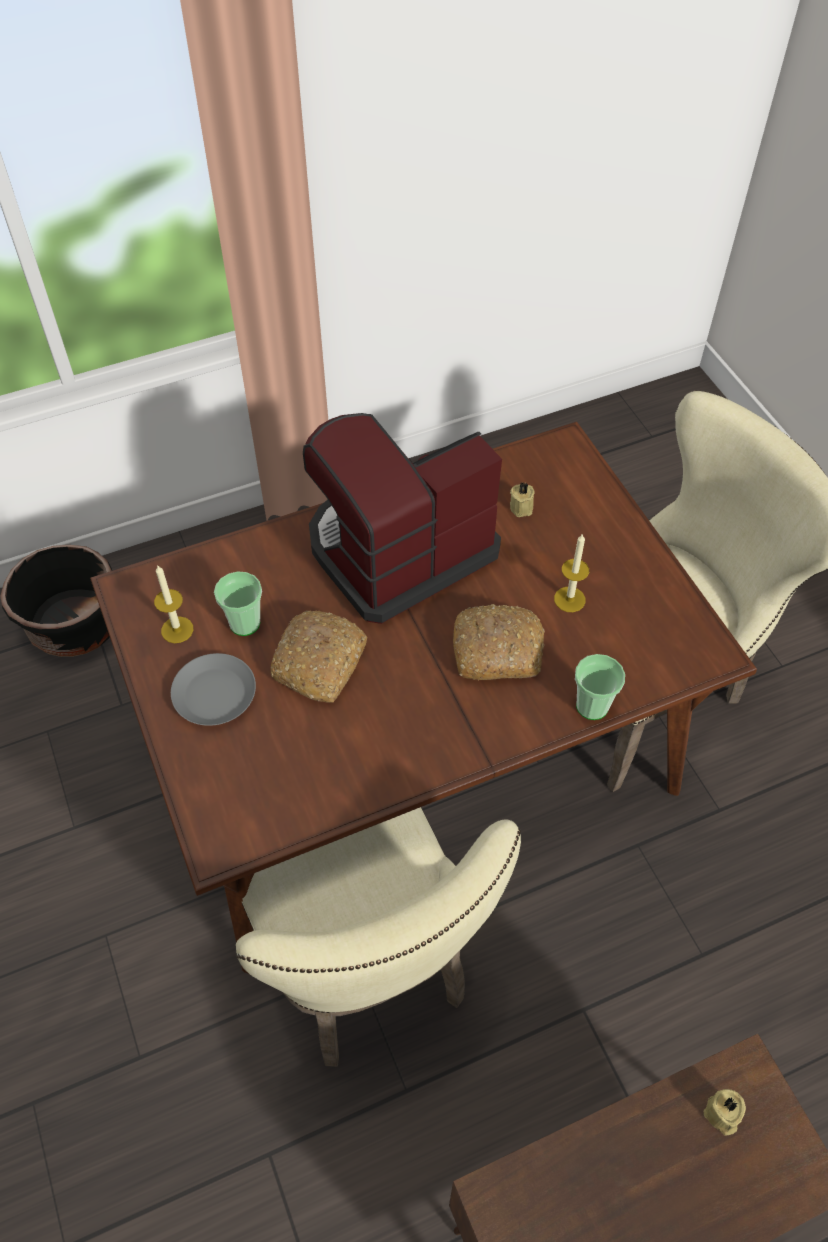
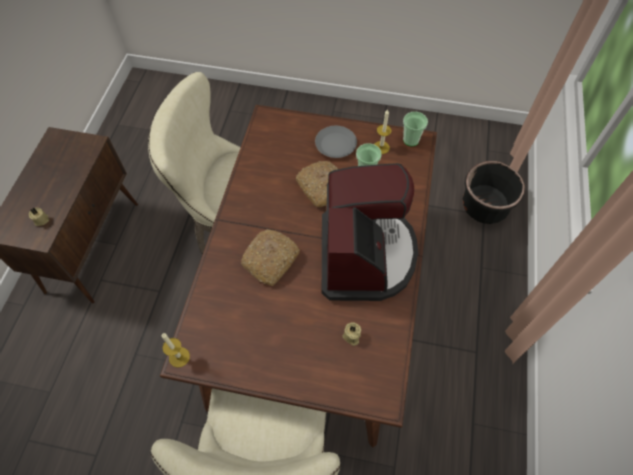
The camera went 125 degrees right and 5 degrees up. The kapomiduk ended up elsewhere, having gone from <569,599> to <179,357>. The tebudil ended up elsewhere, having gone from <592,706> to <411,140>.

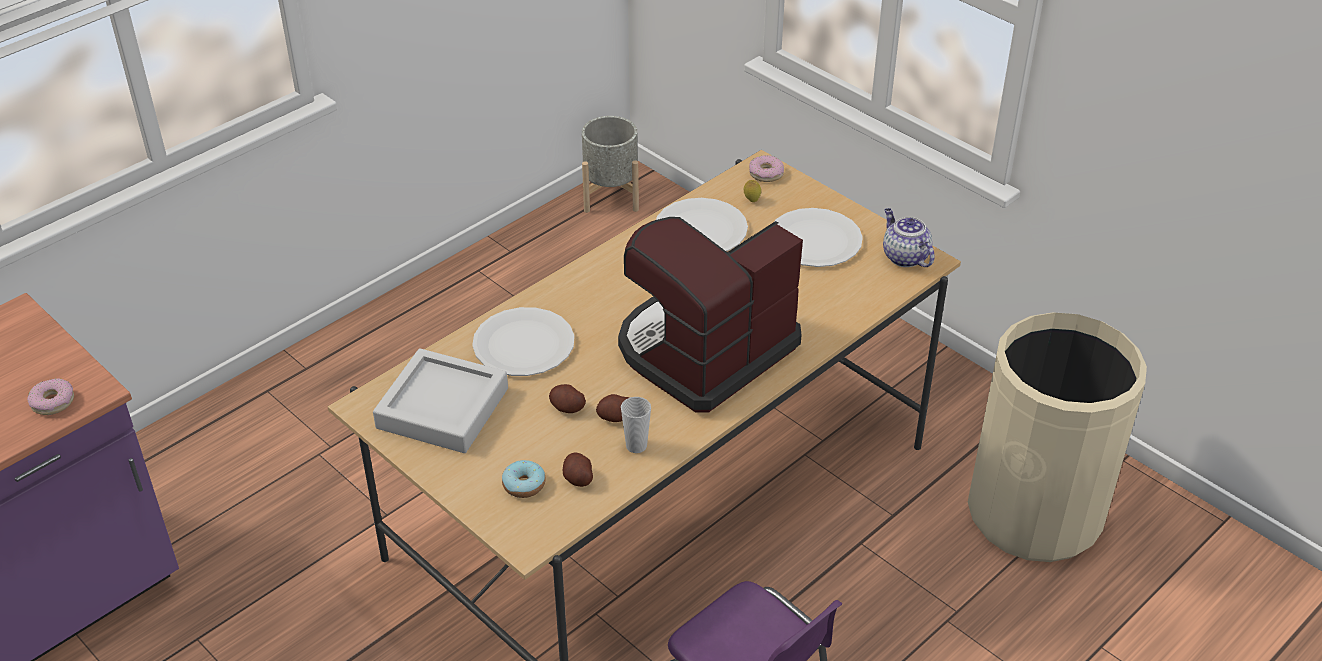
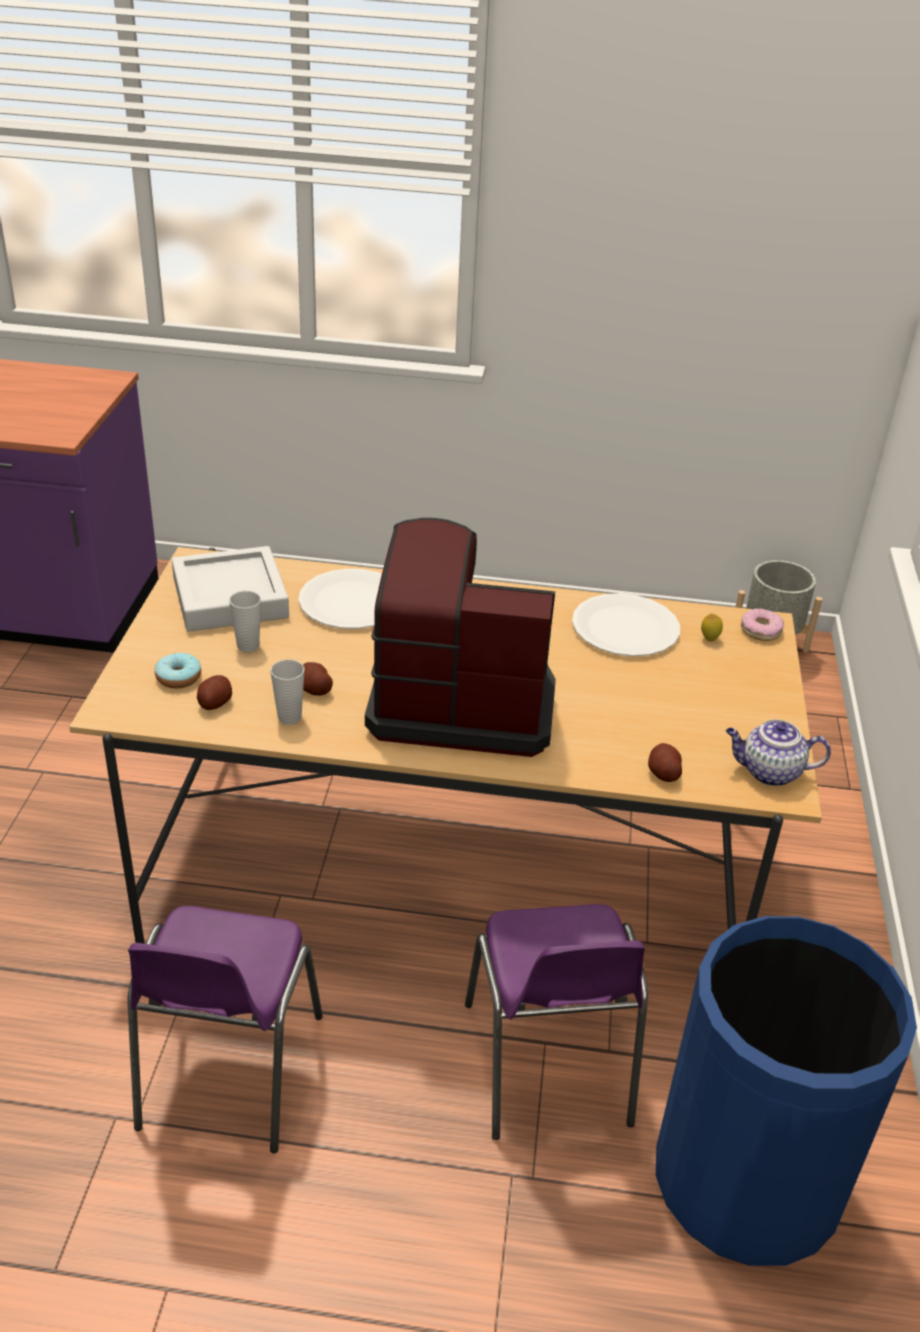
The camera went 50 degrees right and 5 degrees down. The second view lost the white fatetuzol at <815,240>. The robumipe at <904,257> ended up facing another way, 105 degrees counterclockwise from before. What was the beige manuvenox at <1034,513> turned into the blue manuvenox at <746,1182>. The second view lost the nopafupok at <53,402>. The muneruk ended up elsewhere, having gone from <567,407> to <663,773>. The second view gained the tebudil at <248,646>. The second view gained the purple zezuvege at <548,1067>.

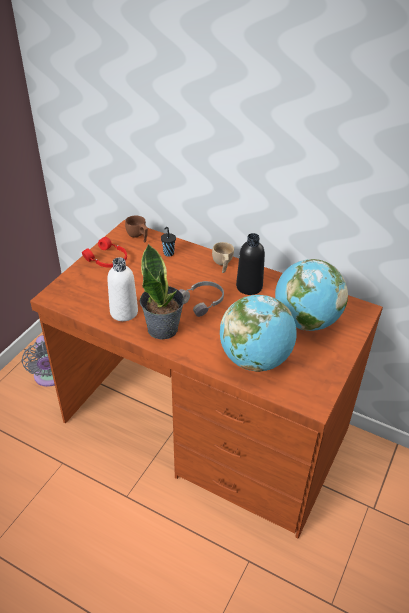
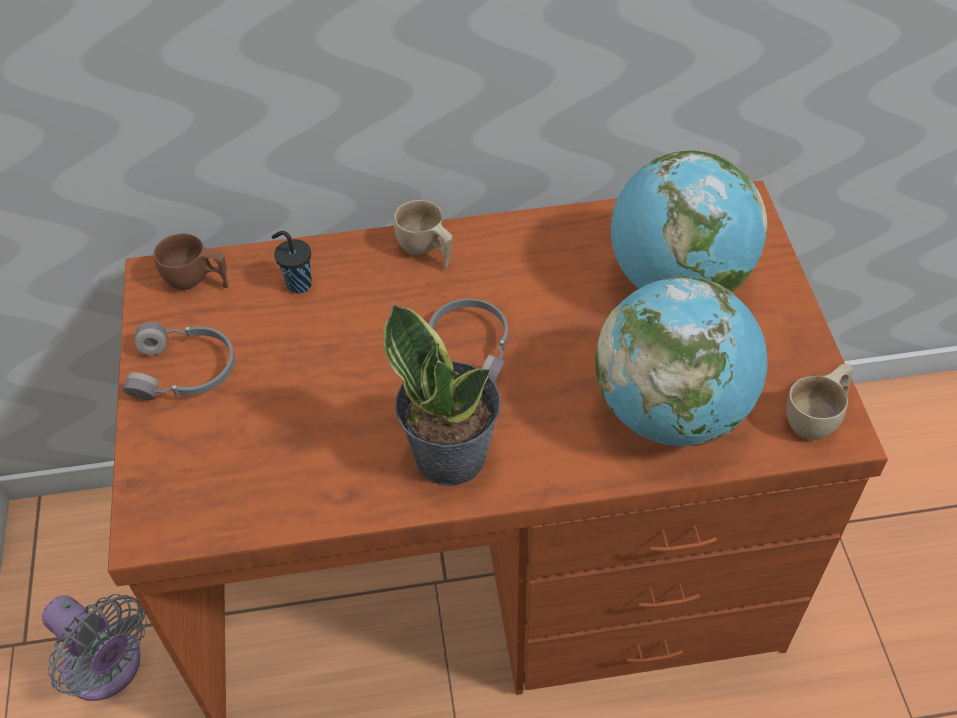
The camera went 35 degrees left and 10 degrees up. The second view lost the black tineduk at <249,287>. What was the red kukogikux at <107,260> turned into the grey kukogikux at <185,372>. The second view lost the white tineduk at <124,312>. The second view gained the beige tebudil at <818,417>.

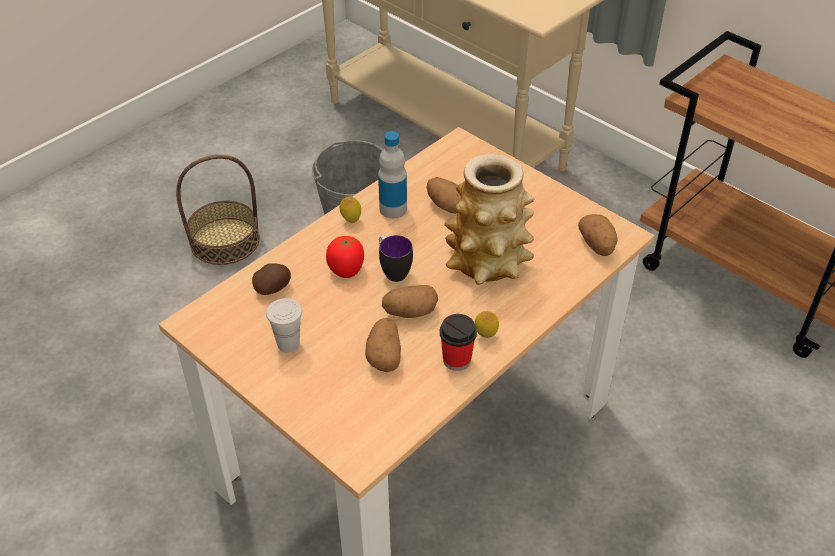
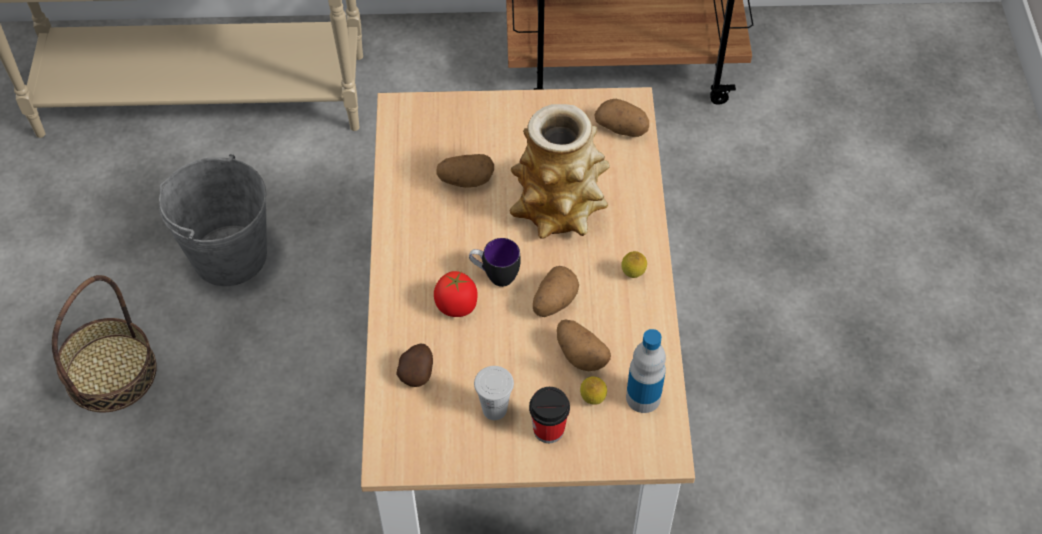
The camera went 45 degrees left and 10 degrees up. The tineduk ended up elsewhere, having gone from <393,209> to <643,397>. The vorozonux ended up elsewhere, having gone from <351,220> to <592,400>. The tebudil ended up elsewhere, having gone from <456,360> to <548,429>.

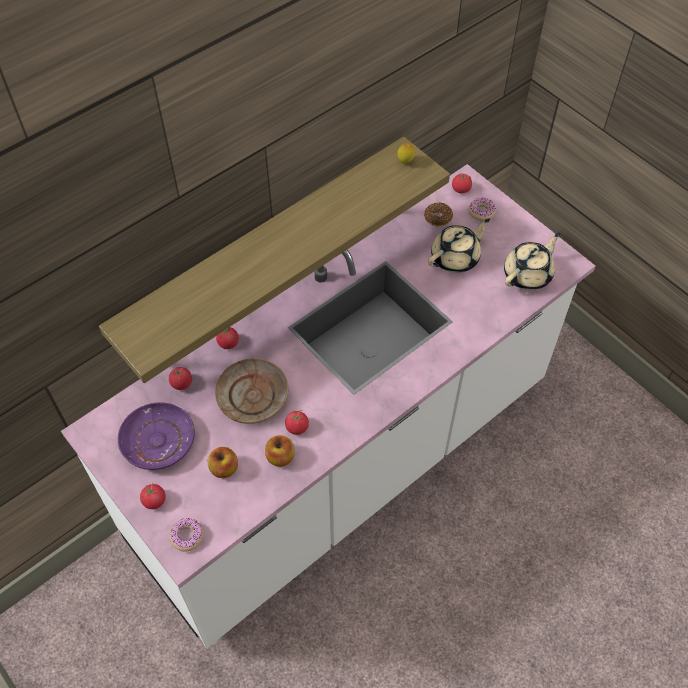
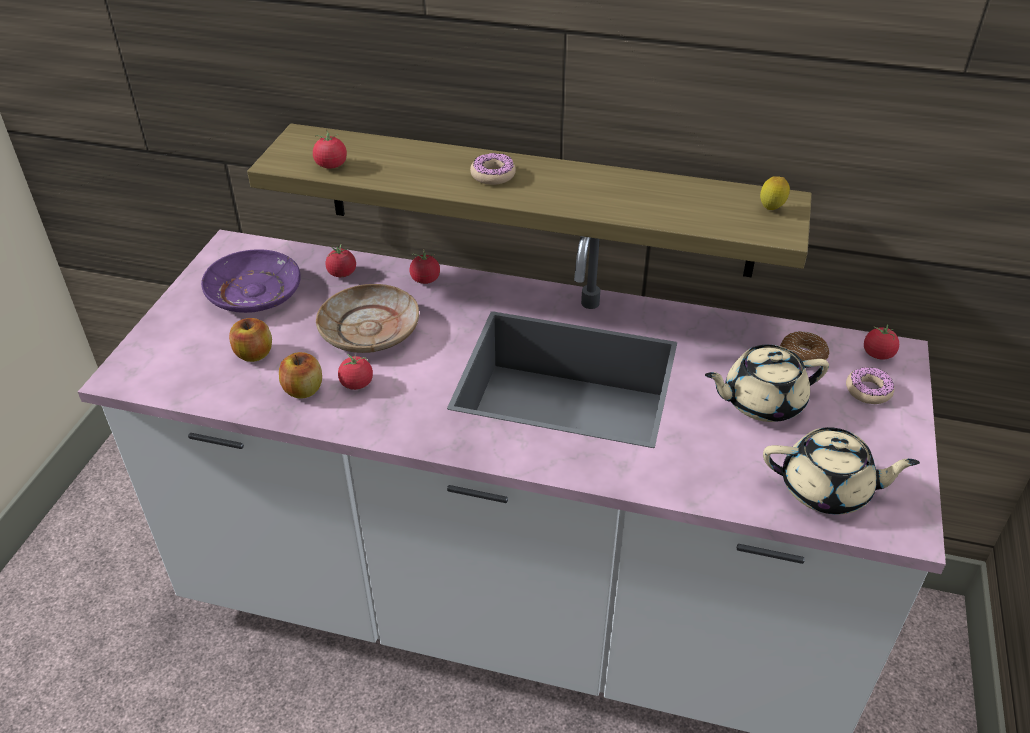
The camera went 55 degrees right and 15 degrees down. The beige robumipe at <456,257> ended up facing another way, 150 degrees clockwise from before. The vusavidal ended up elsewhere, having gone from <154,500> to <331,165>. The nopafupok ended up elsewhere, having gone from <187,536> to <493,175>.

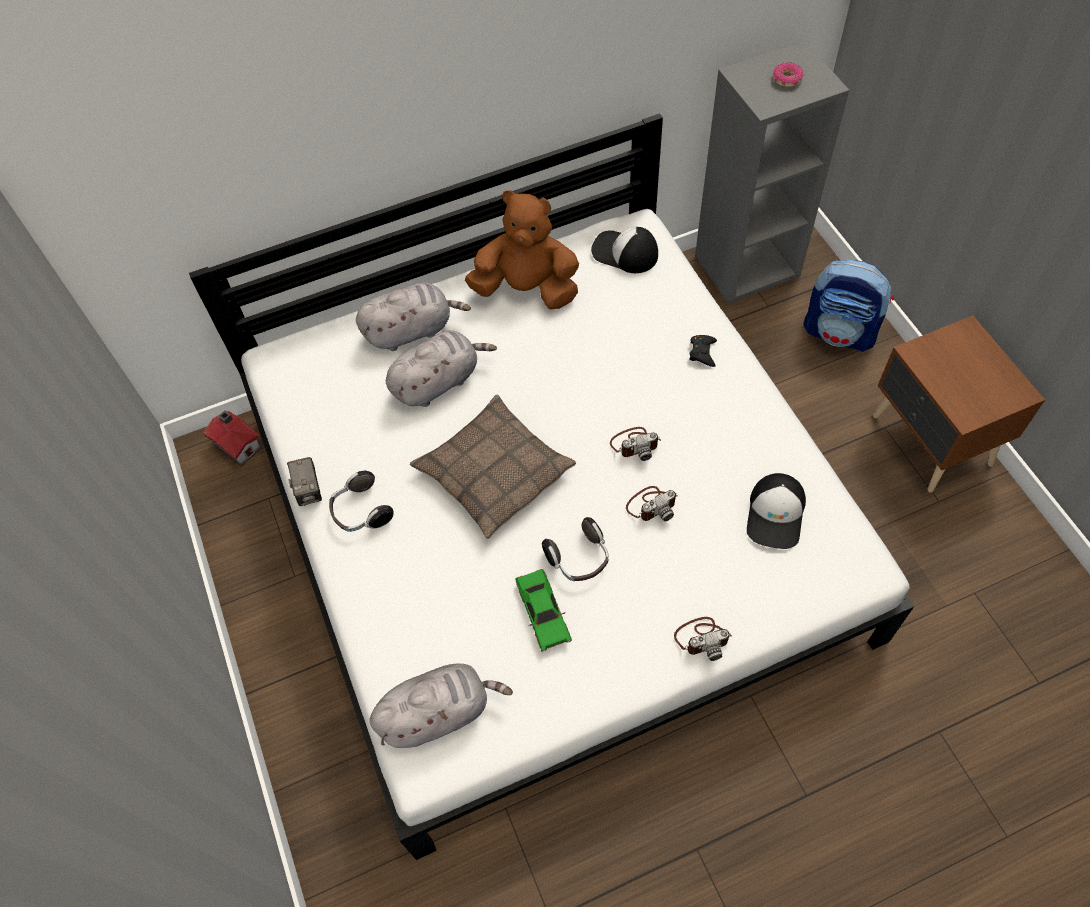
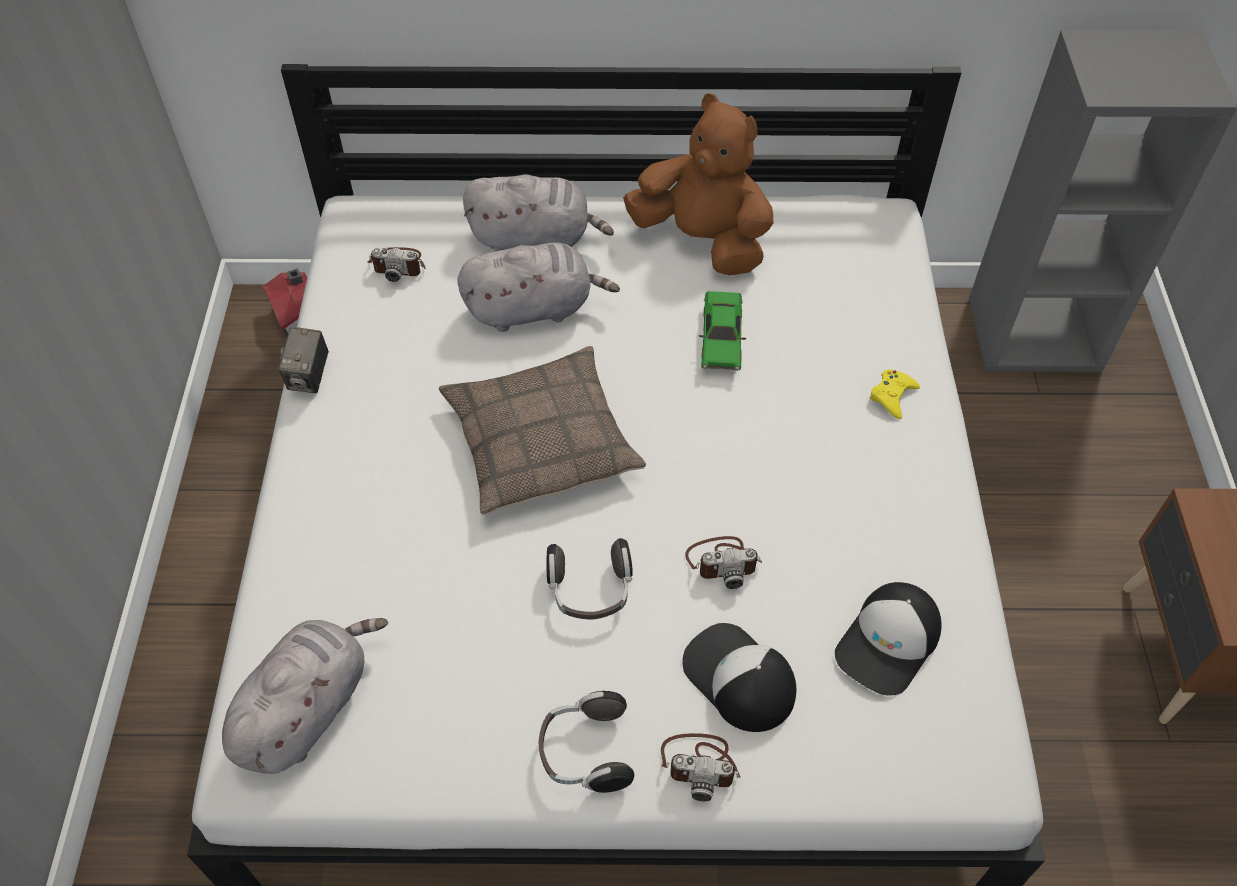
The camera went 20 degrees right and 5 degrees down. The second view lost the nopafupok at <786,79>. The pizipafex ended up elsewhere, having gone from <624,253> to <738,679>. The second view lost the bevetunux at <840,332>. What was the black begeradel at <702,352> turned into the yellow begeradel at <892,396>. The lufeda ended up elsewhere, having gone from <635,444> to <398,265>. The kukogikux ended up elsewhere, having gone from <361,512> to <585,752>. The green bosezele ended up elsewhere, having gone from <543,613> to <721,338>. The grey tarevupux at <439,712> ended up facing another way, 60 degrees counterclockwise from before.

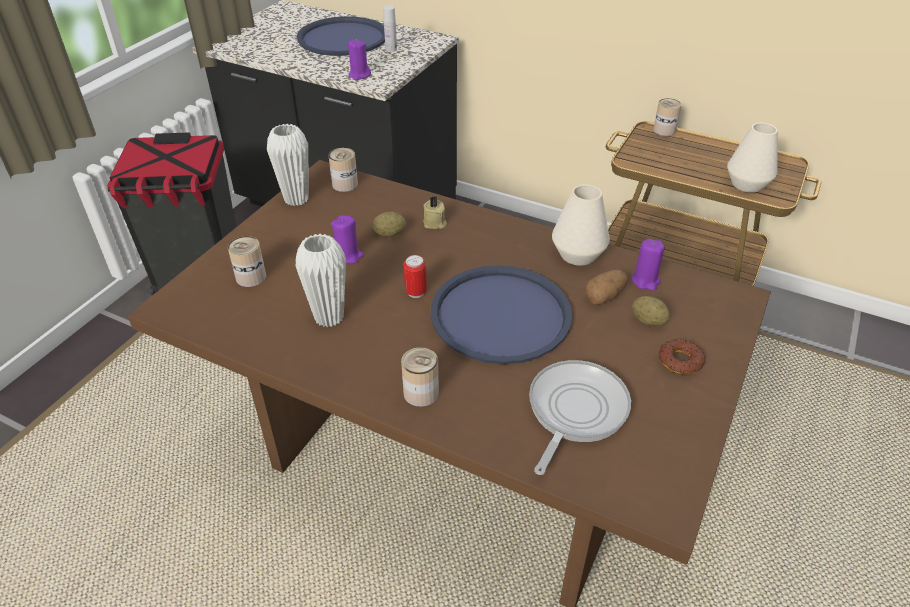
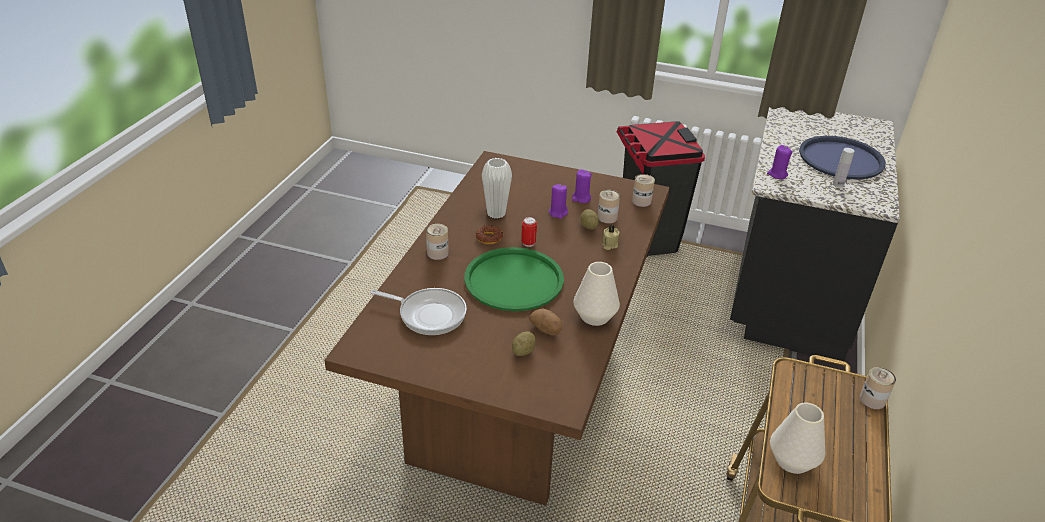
The camera went 80 degrees right and 5 degrees down. The second view lost the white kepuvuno at <296,199>. The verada ended up elsewhere, having gone from <251,277> to <607,217>. The purple kapomiduk ended up elsewhere, having gone from <645,280> to <581,198>. What was the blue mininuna at <500,315> turned into the green mininuna at <513,280>. The nopafupok ended up elsewhere, having gone from <680,361> to <489,238>.

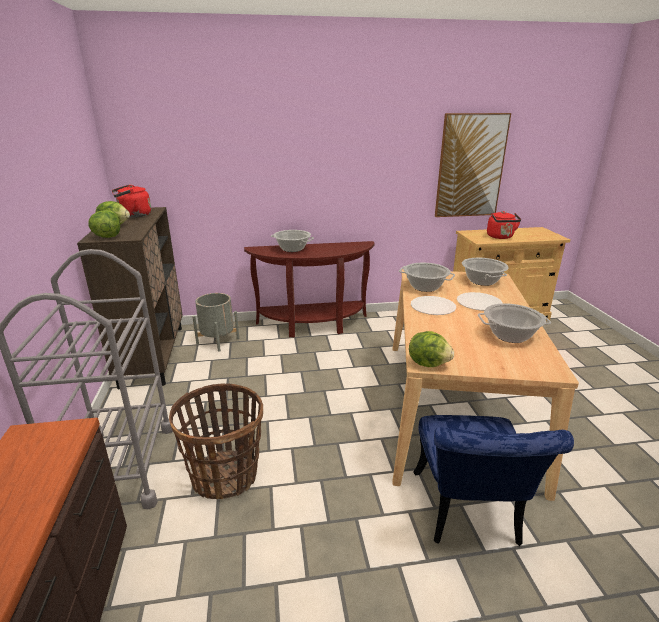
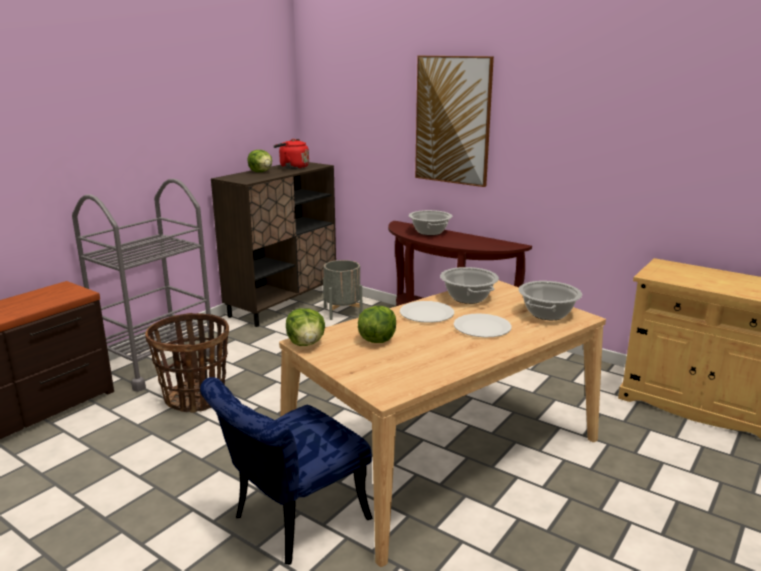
The camera went 45 degrees right and 5 degrees down. The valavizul ended up elsewhere, having gone from <470,166> to <453,120>. The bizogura ended up elsewhere, having gone from <107,237> to <377,340>. The second view lost the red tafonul at <500,237>. The second view lost the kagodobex at <510,335>.

